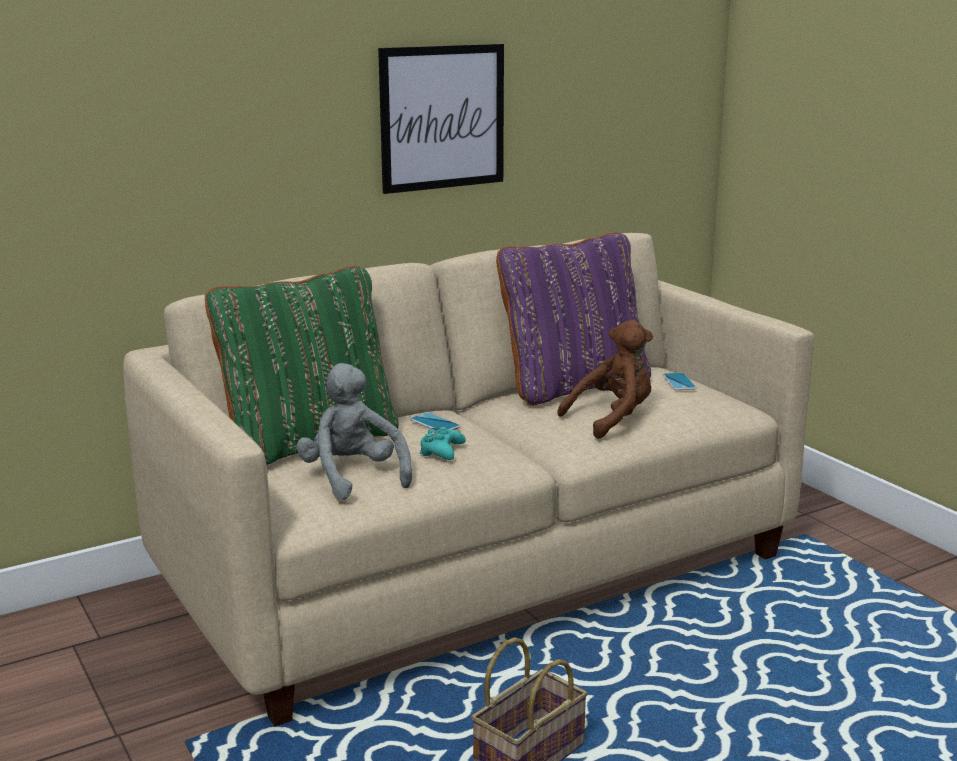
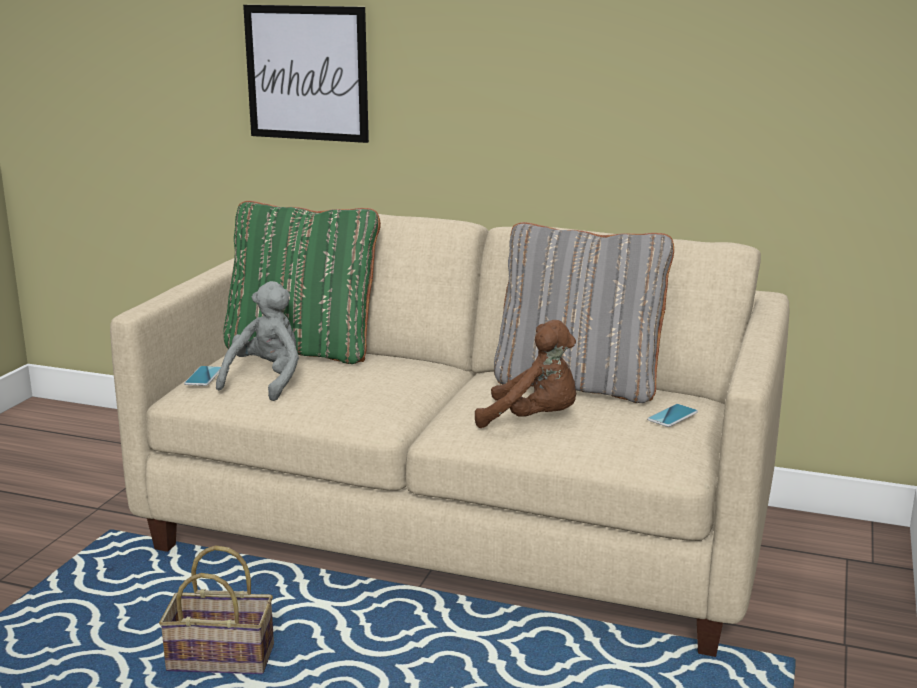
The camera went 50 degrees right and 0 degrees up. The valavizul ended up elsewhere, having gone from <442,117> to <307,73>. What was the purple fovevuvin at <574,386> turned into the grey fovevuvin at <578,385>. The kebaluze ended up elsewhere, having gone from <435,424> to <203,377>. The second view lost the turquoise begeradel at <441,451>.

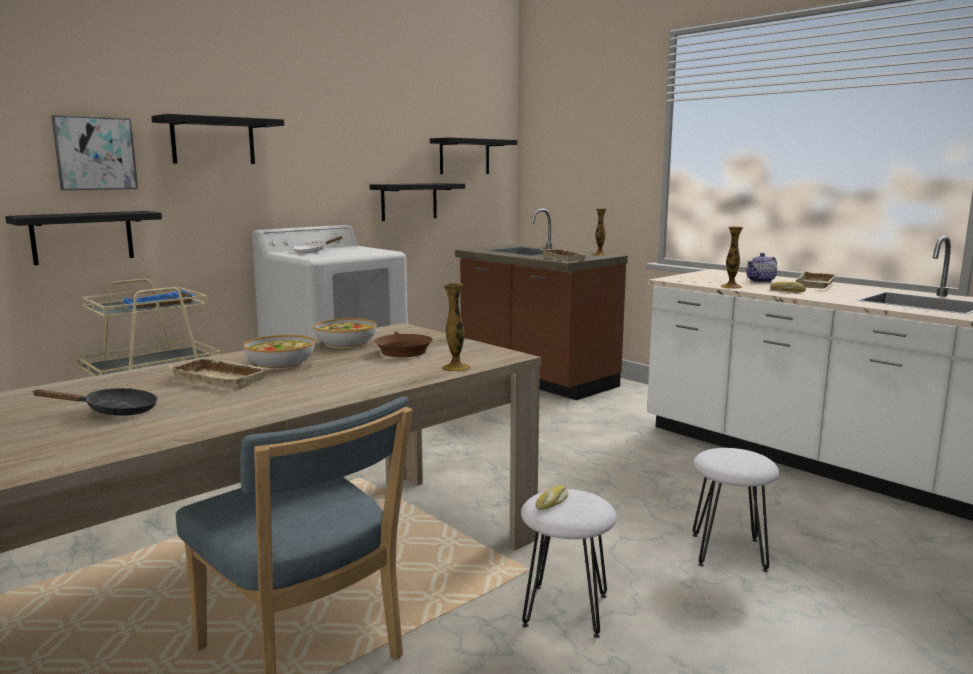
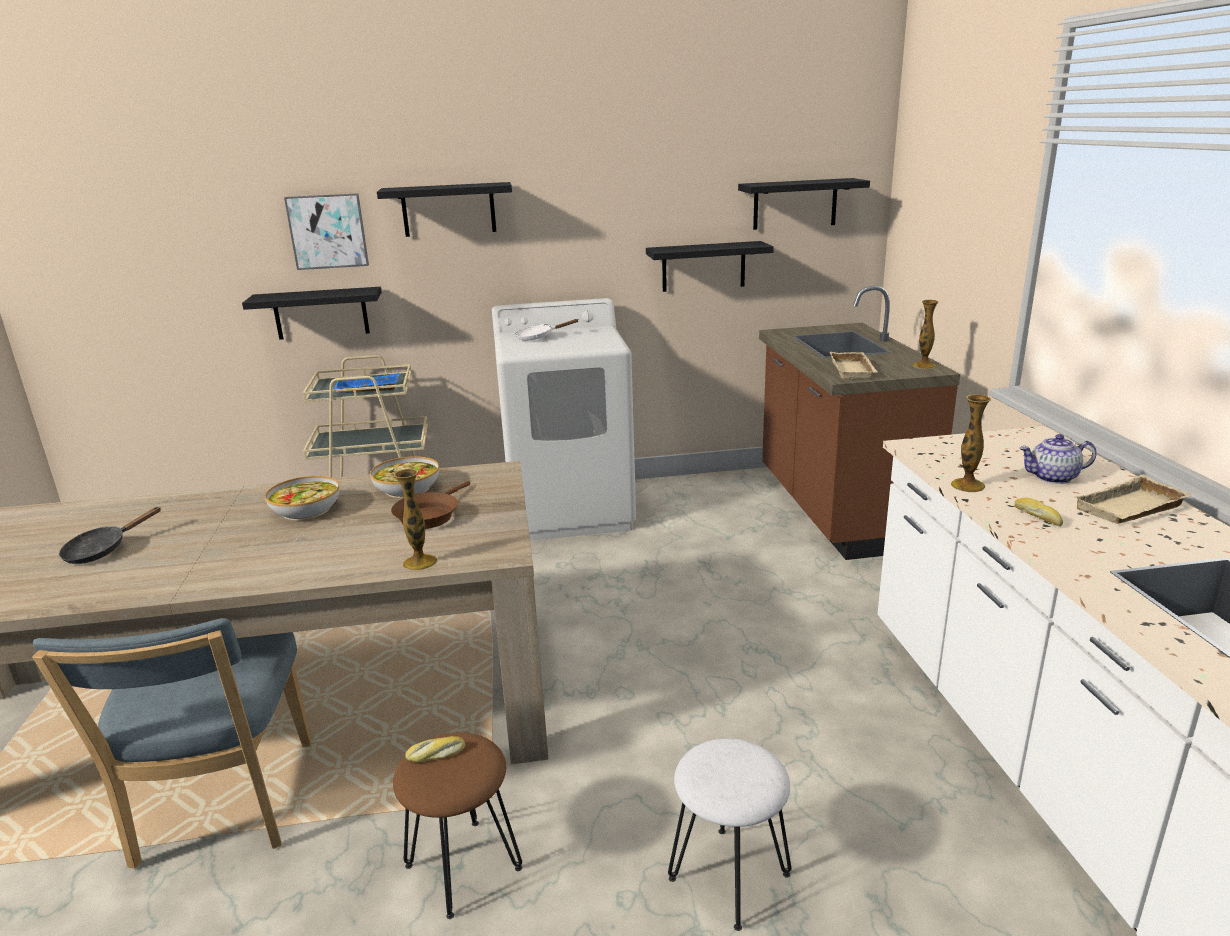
The camera went 35 degrees right and 10 degrees up. The second view lost the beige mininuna at <223,379>. The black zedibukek at <114,411> ended up facing another way, 105 degrees clockwise from before. What was the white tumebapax at <564,610> turned into the brown tumebapax at <462,866>.

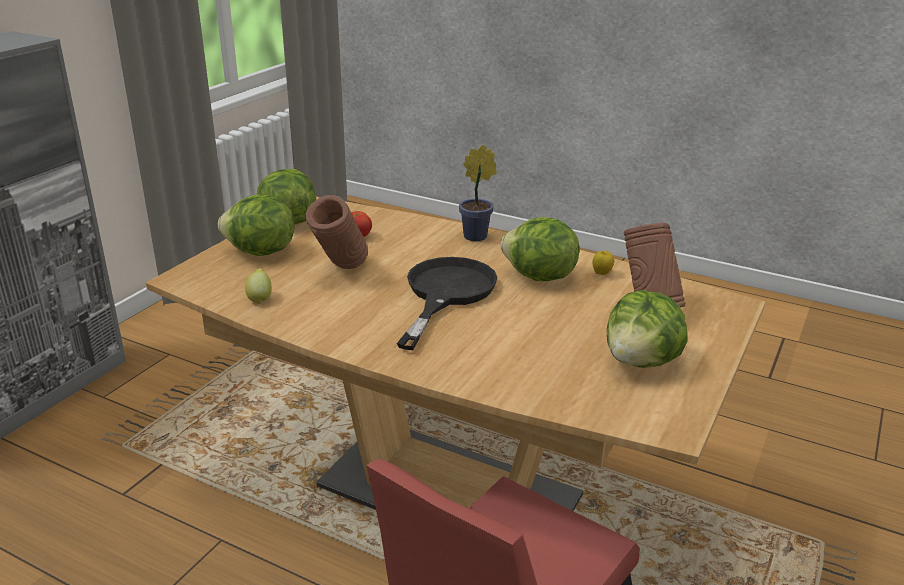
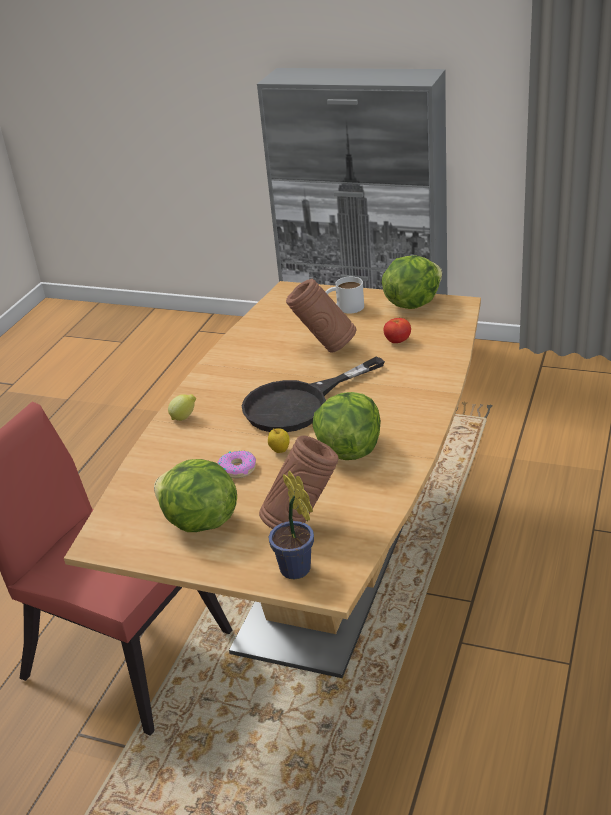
The camera went 85 degrees right and 5 degrees up. The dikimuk ended up elsewhere, having gone from <478,236> to <297,571>. Where the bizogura stood at <260,252>, the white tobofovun came to stand at <344,307>. The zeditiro ended up elsewhere, having gone from <601,274> to <280,451>. The black zedibukek at <445,294> ended up facing another way, 135 degrees clockwise from before. The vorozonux ended up elsewhere, having gone from <260,298> to <184,417>. The second view gained the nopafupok at <237,469>.

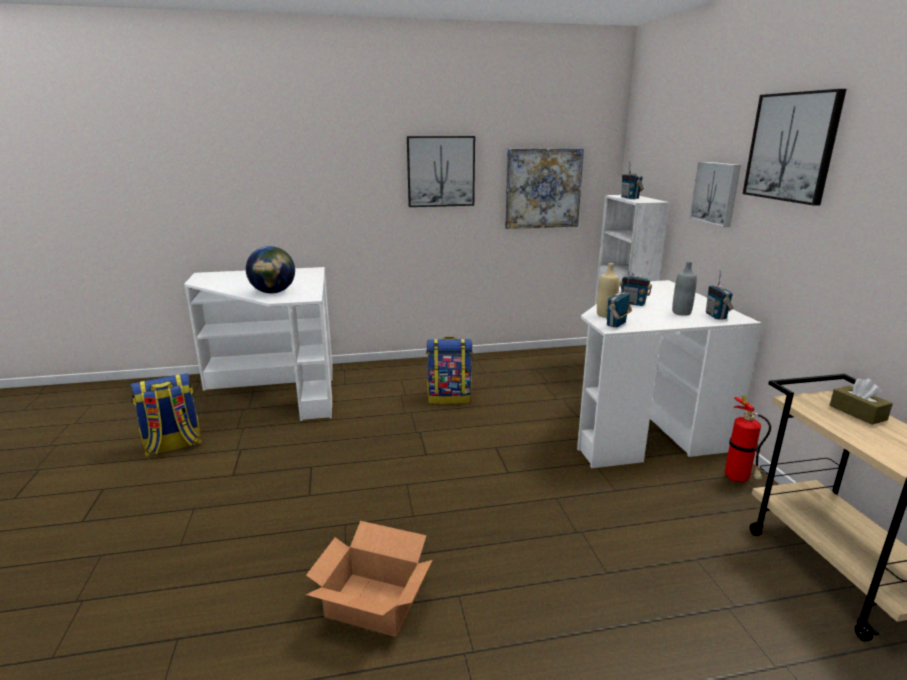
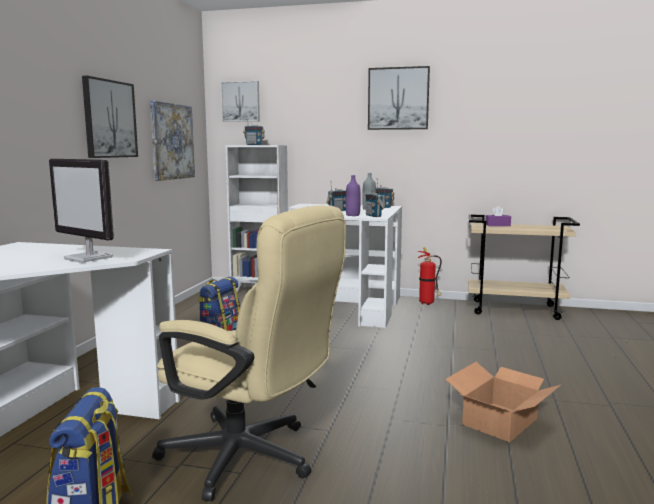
The camera went 65 degrees left and 10 degrees down. The valavizul ended up elsewhere, having gone from <716,193> to <241,101>. Where the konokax stood at <273,292>, the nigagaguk came to stand at <89,258>. What was the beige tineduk at <605,315> turned into the purple tineduk at <352,215>. What was the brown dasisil at <857,413> turned into the purple dasisil at <497,225>. The second view gained the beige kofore at <251,459>.

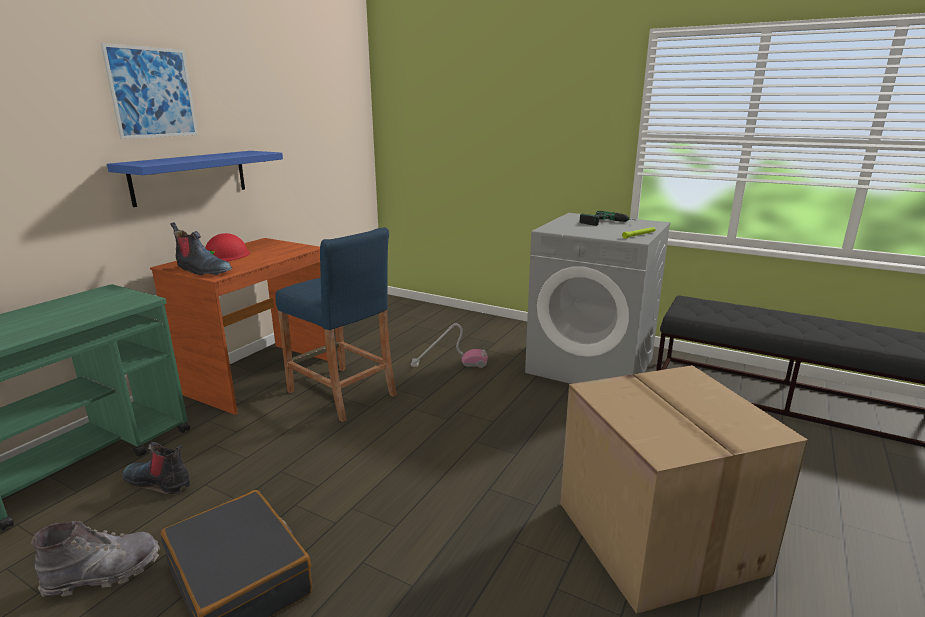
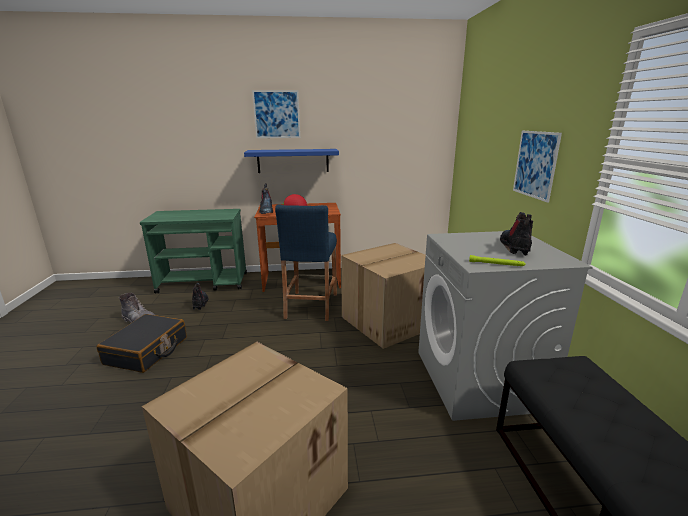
The camera went 55 degrees right and 0 degrees up. Where the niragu stood at <608,223>, the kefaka came to stand at <515,247>. Where the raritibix stood at <449,363>, the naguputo came to stand at <388,321>. The second view gained the valavizul at <535,164>.

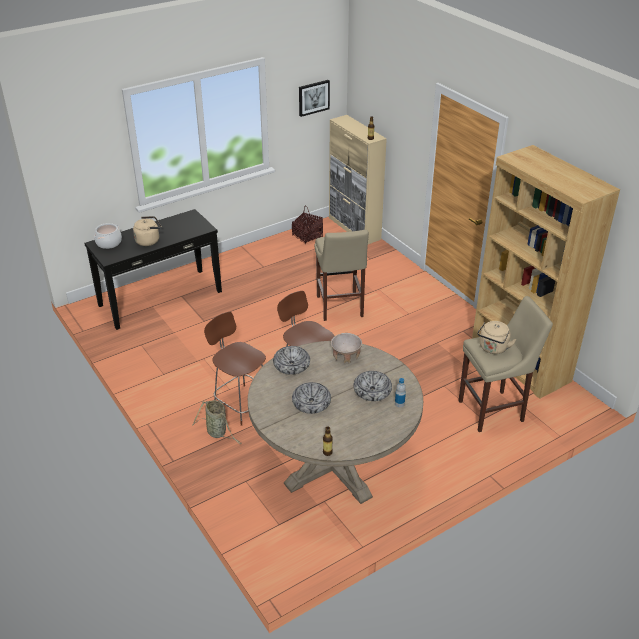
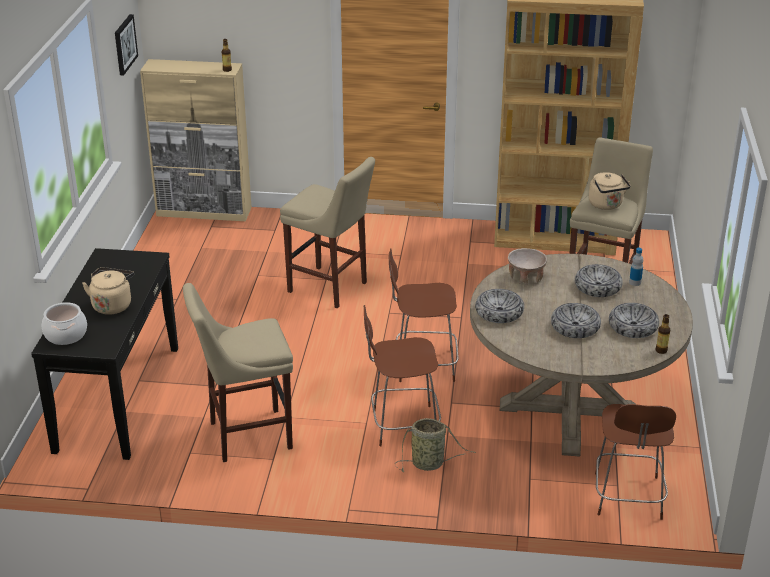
The camera went 50 degrees left and 5 degrees down. The second view lost the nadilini at <307,236>. The second view gained the beige tumebapax at <245,435>. The second view gained the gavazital at <633,327>. The second view gained the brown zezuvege at <628,498>.

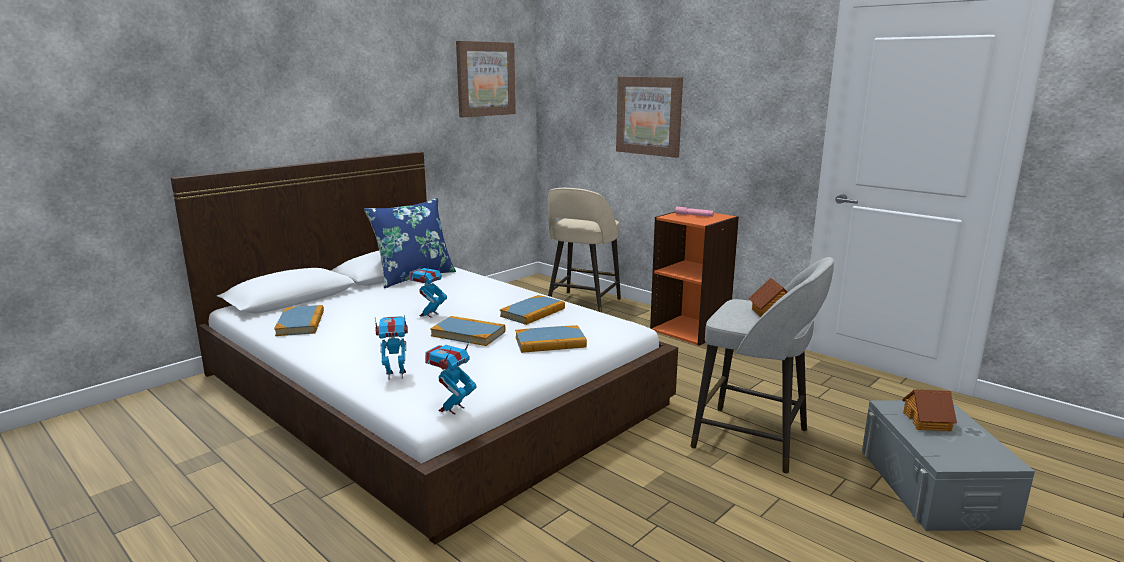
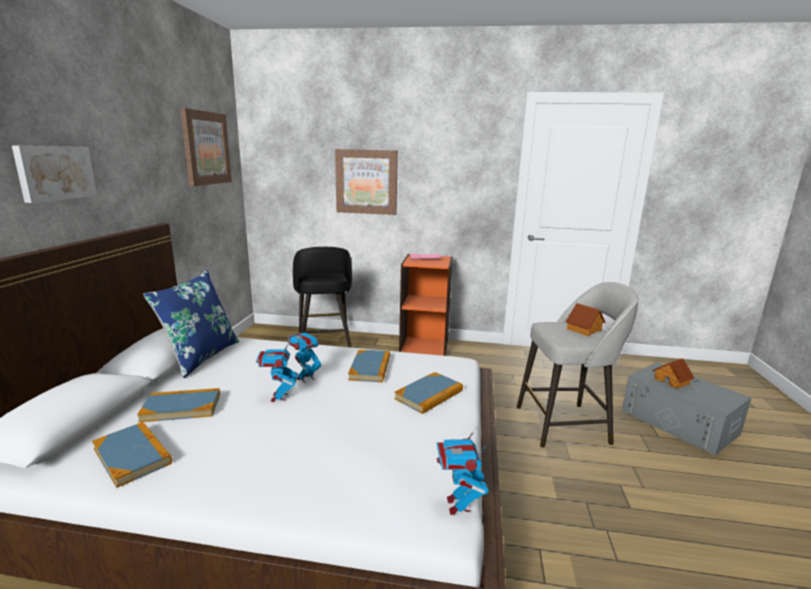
The camera went 35 degrees left and 0 degrees up. What was the beige tumebapax at <582,305> turned into the black tumebapax at <324,344>. The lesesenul ended up elsewhere, having gone from <395,375> to <305,378>. The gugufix ended up elsewhere, having gone from <468,334> to <181,407>. The second view gained the valavizul at <55,173>.

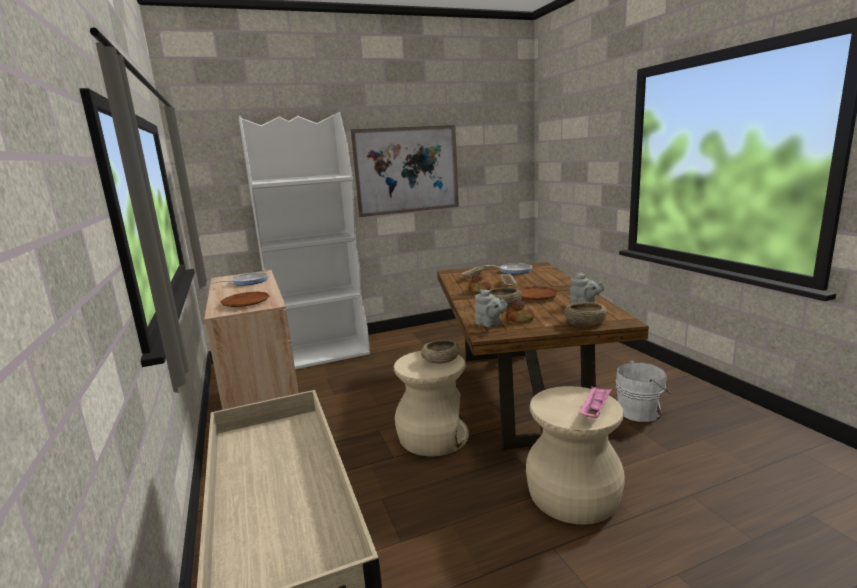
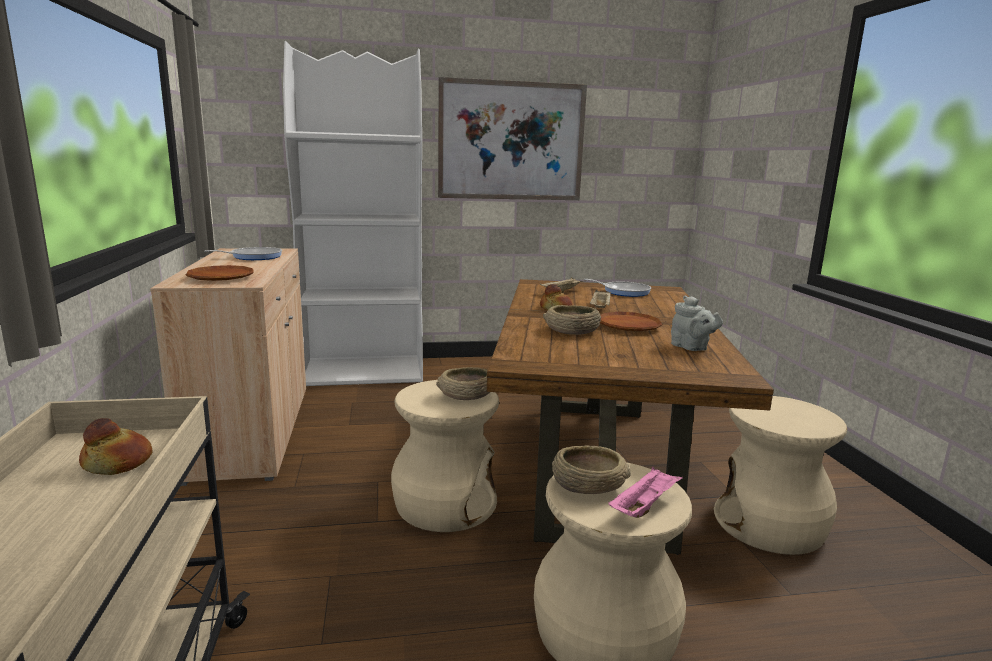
The camera went 10 degrees right and 0 degrees up. The second view lost the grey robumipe at <489,324>. The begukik ended up elsewhere, having gone from <520,319> to <118,462>. The beige gavazital ended up elsewhere, having gone from <584,322> to <588,484>. Where the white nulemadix stood at <641,411>, the beige tumebapax came to stand at <769,525>.

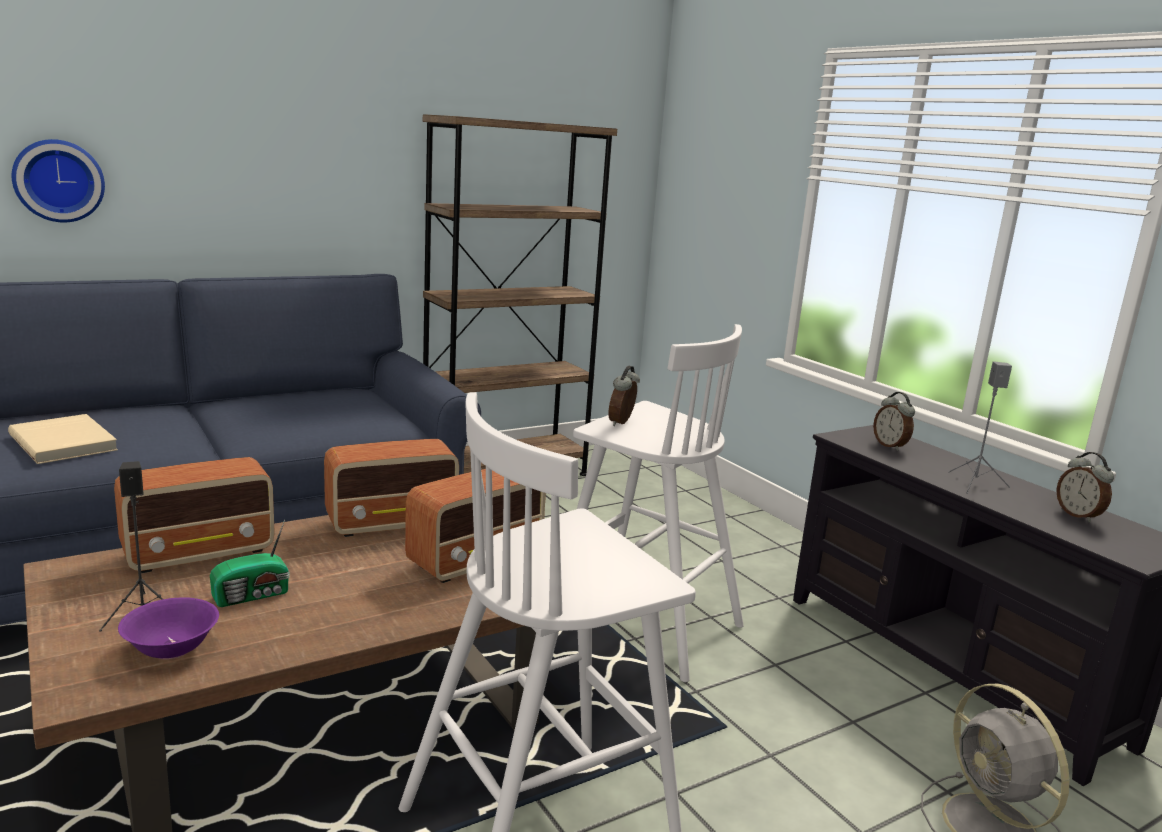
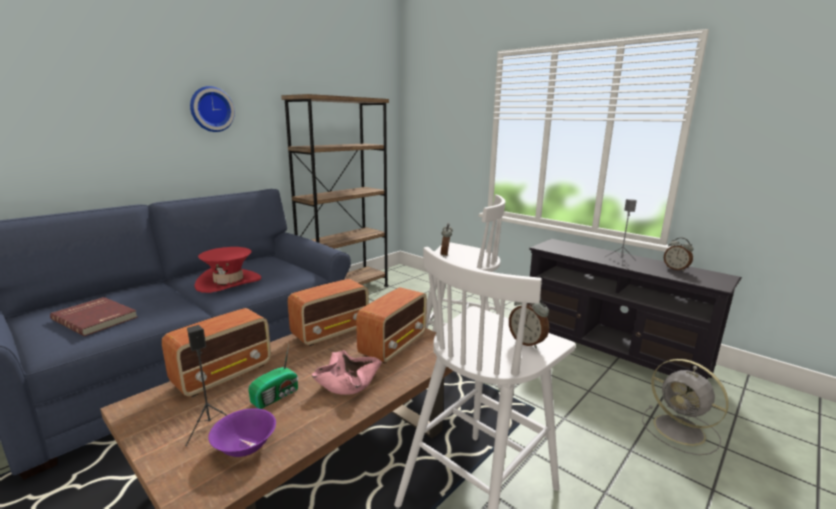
The camera went 15 degrees left and 0 degrees up. The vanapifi ended up elsewhere, having gone from <58,180> to <211,109>. The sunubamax ended up elsewhere, having gone from <890,446> to <527,342>. What was the beige gugufix at <65,442> turned into the red gugufix at <96,318>. The second view gained the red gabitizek at <228,282>. The second view gained the pink gavazital at <347,382>.

